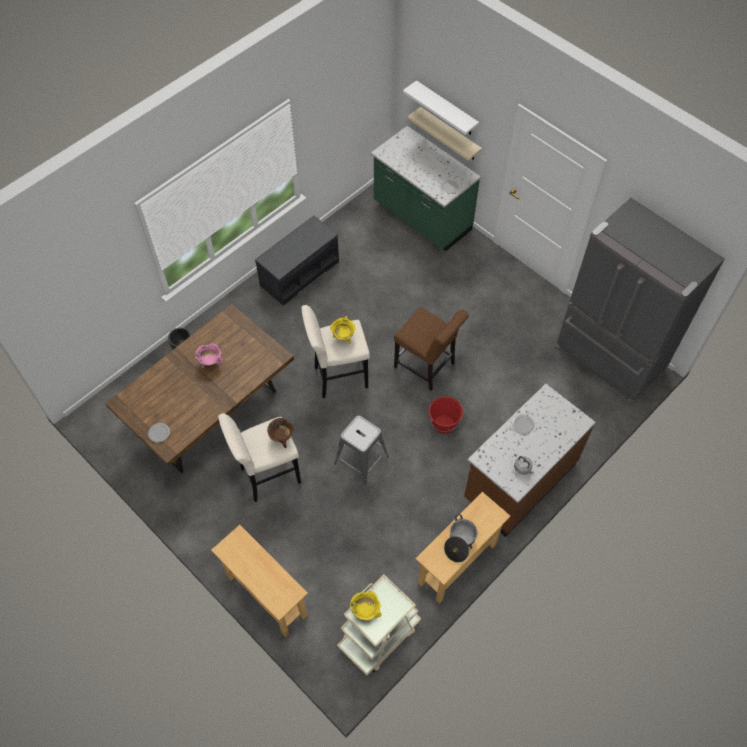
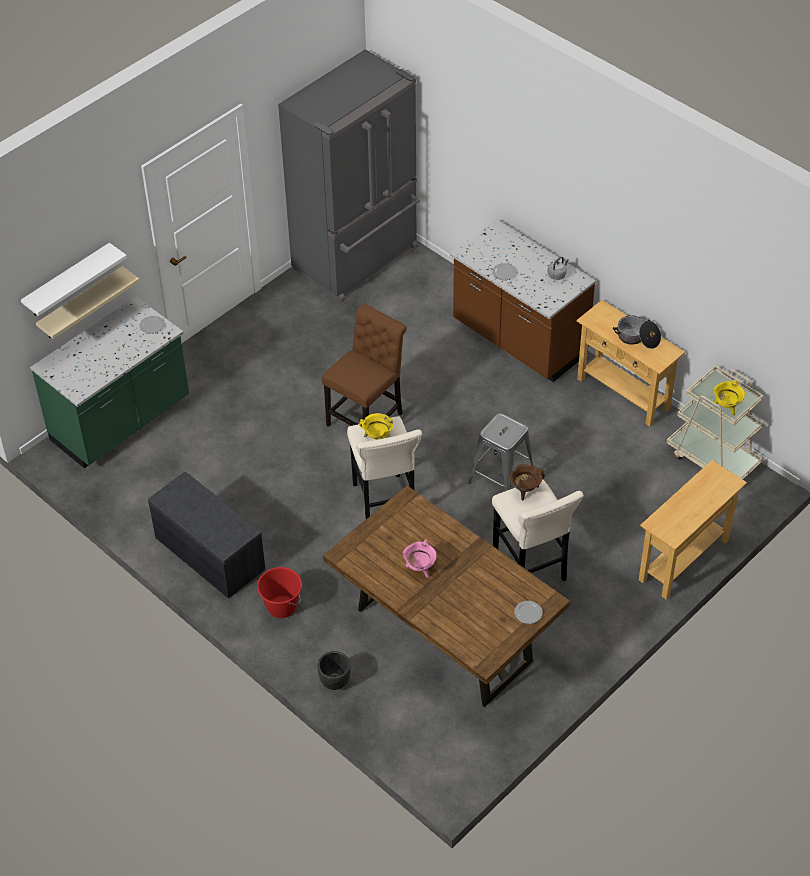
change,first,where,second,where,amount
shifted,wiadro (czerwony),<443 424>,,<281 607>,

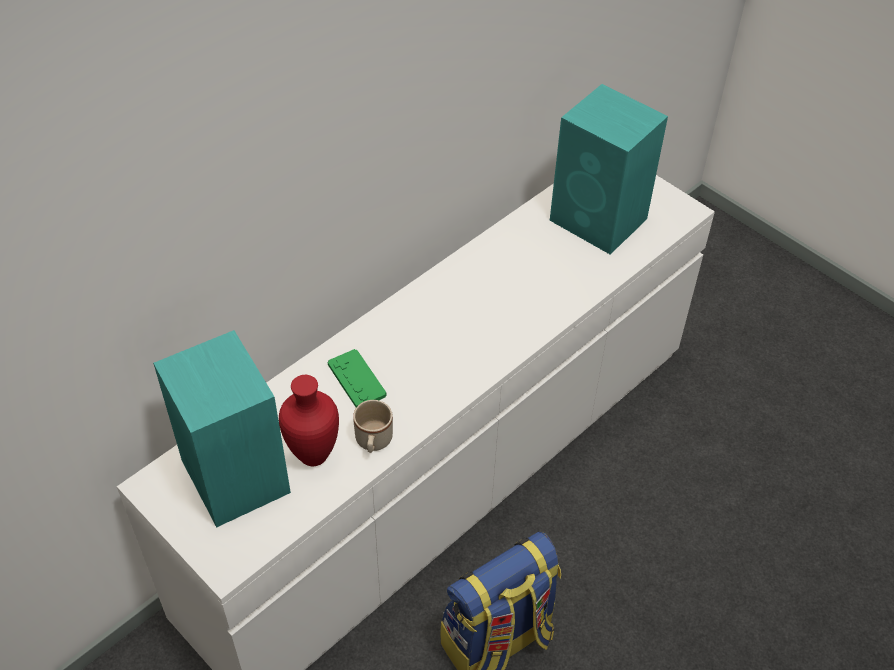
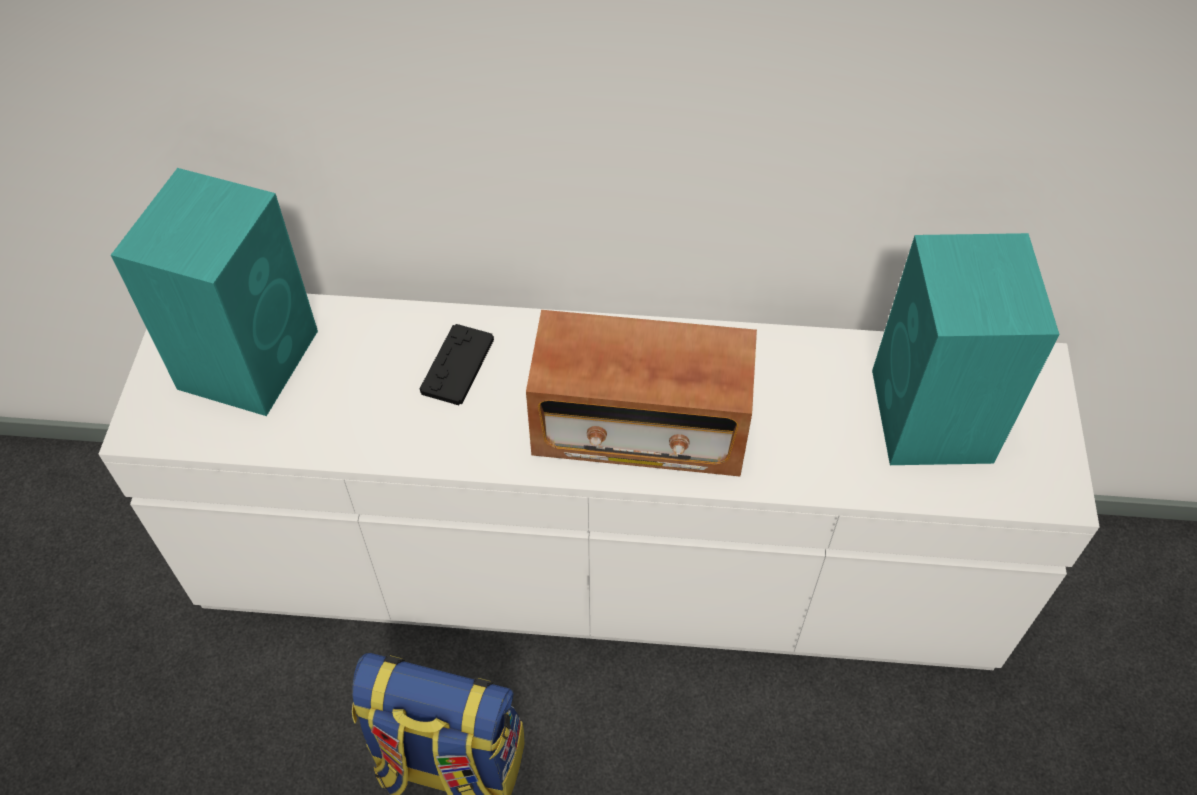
change,first,where,second,where,amount
gone,wazon (czerwony),<312 455>,,,
gone,kubek (beżowy),<373 442>,,,
new,,,radio,<639 429>,
repainted,pad do gier (zielony),<356 380>,pad do gier (czarny),<457 365>,

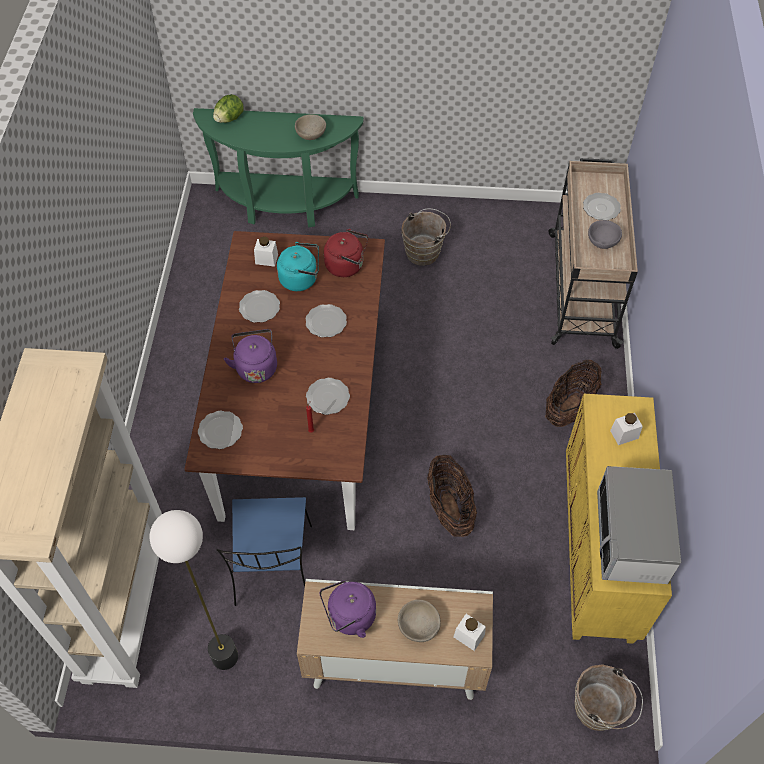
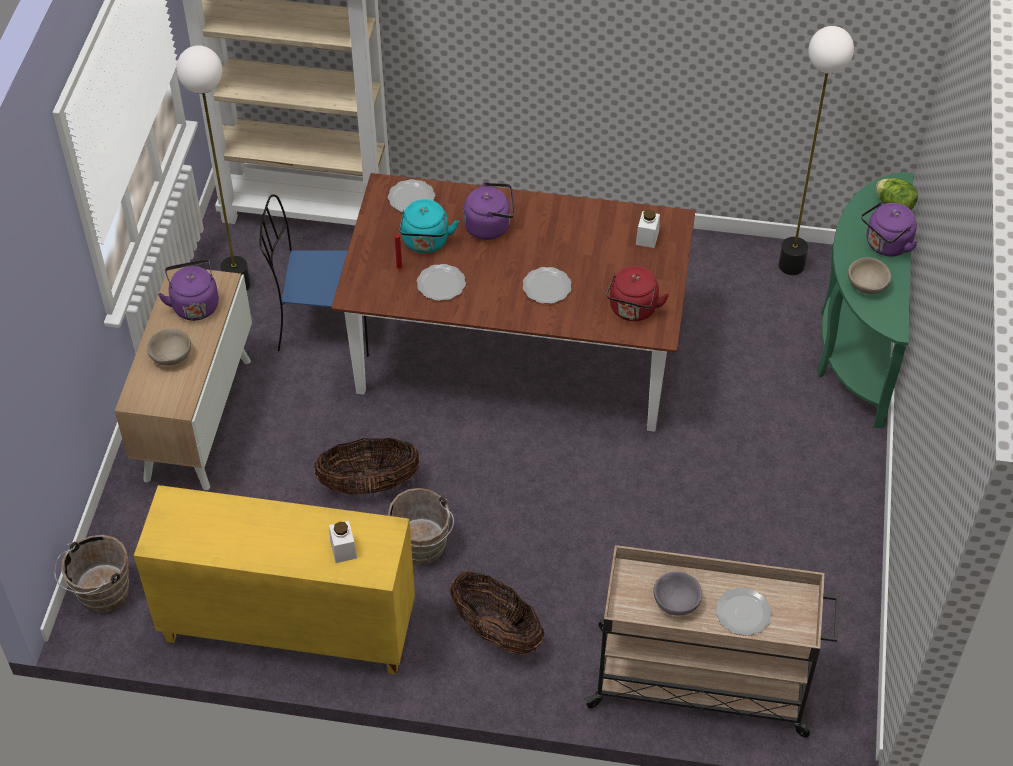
change,first,where,second,where,amount
gone,talerz,<259 307>,,,
gone,słoik (biały),<469 636>,,,
gone,mikrofalówka,<631 538>,,,
new,,,lampa stojąca,<791 265>,
new,,,czajnik (fioletowy),<886 245>,
shifted,czajnik (turkusowy),<301 279>,,<426 243>,
shifted,wiadro (brązowy),<425 251>,,<422 548>,

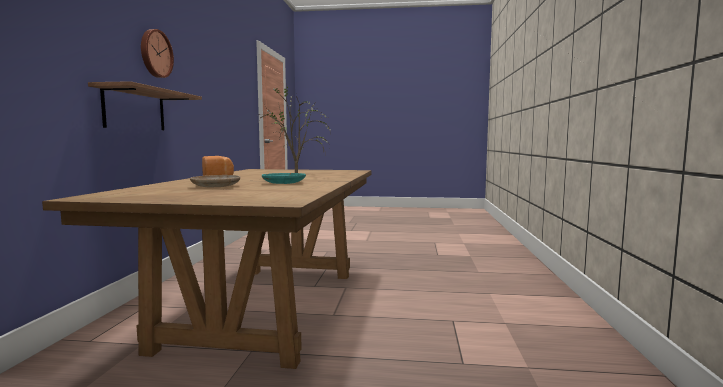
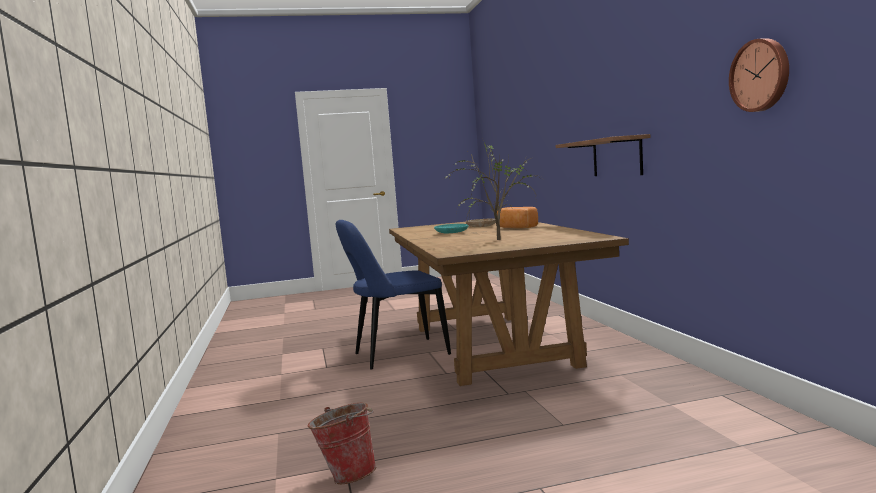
change,first,where,second,where,amount
new,,,wiadro,<347 475>,
new,,,krzesło (niebieski),<396 355>,
shifted,zegar ścienny,<155 53>,,<761 75>,

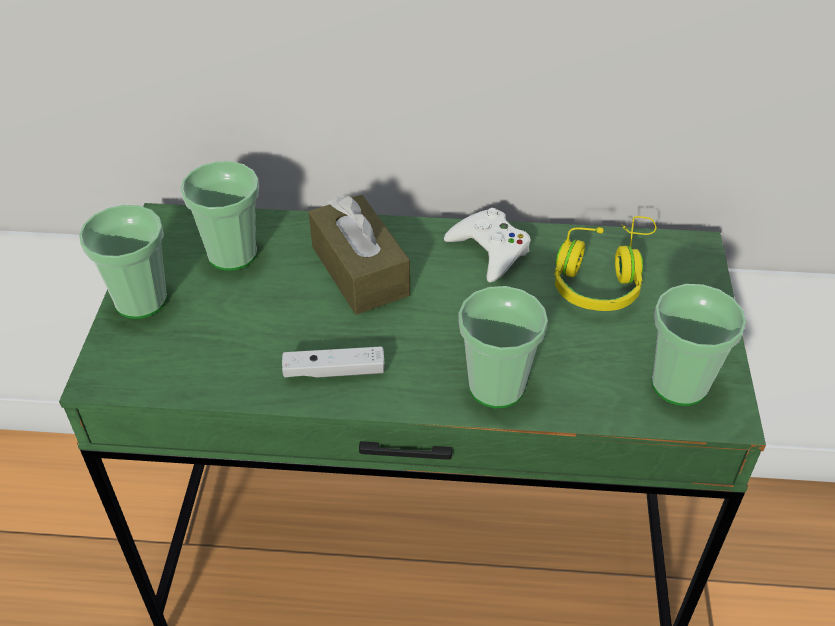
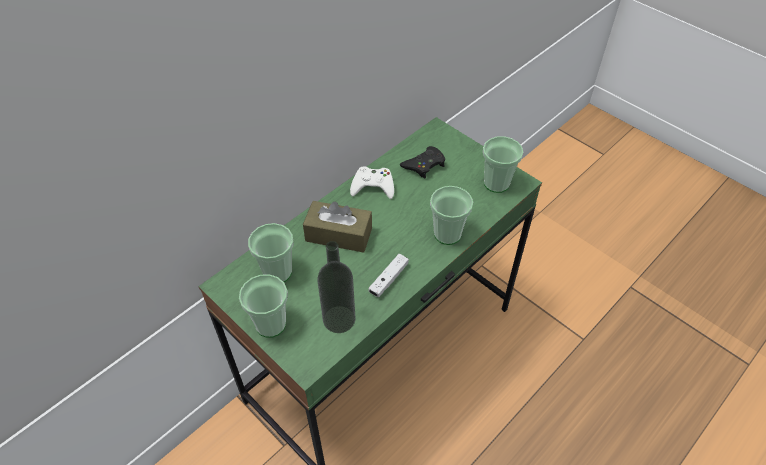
change,first,where,second,where,amount
new,,,butelka,<339 319>,
swapped,słuchawki (żółty),<602 277>,pad do gier (czarny),<424 165>,

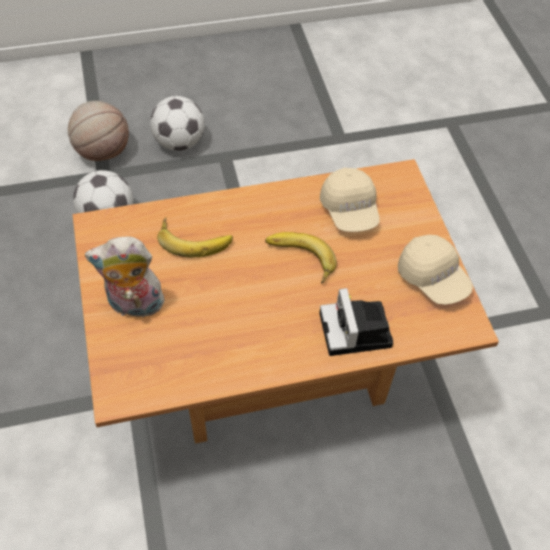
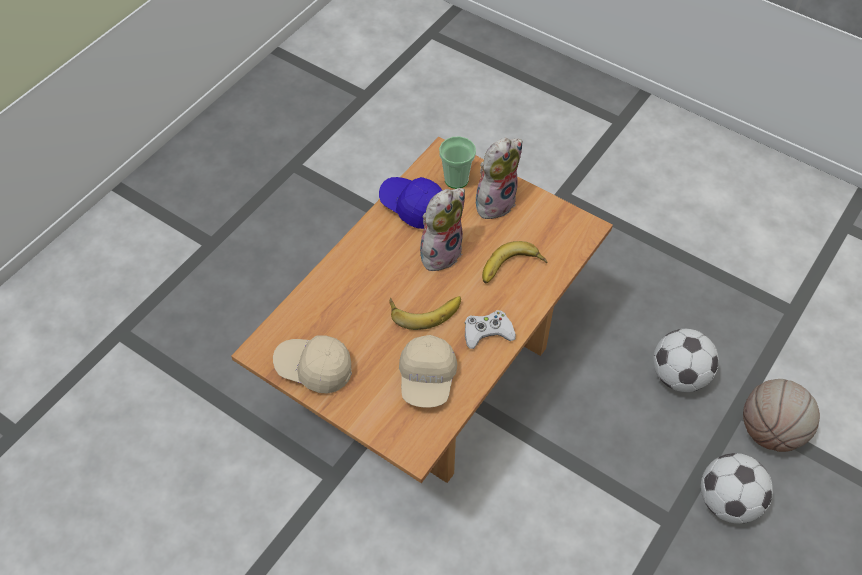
change,first,where,second,where,amount
gone,aparat fotograficzny,<357 332>,,,
new,,,czapka z daszkiem (niebieski),<413 207>,
new,,,pluszak,<440 252>,
new,,,filiżanka,<456 179>,
new,,,pad do gier (biały),<487 332>,
rotated,czapka z daszkiem (beżowy),<350 210>,,<427 379>,120 degrees counterclockwise

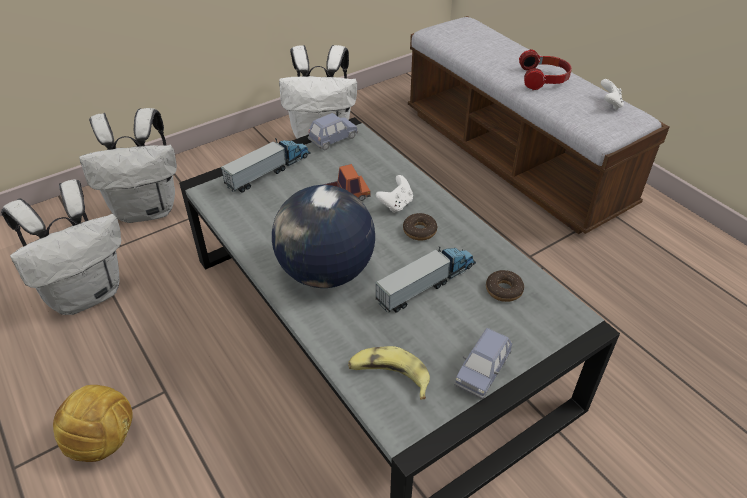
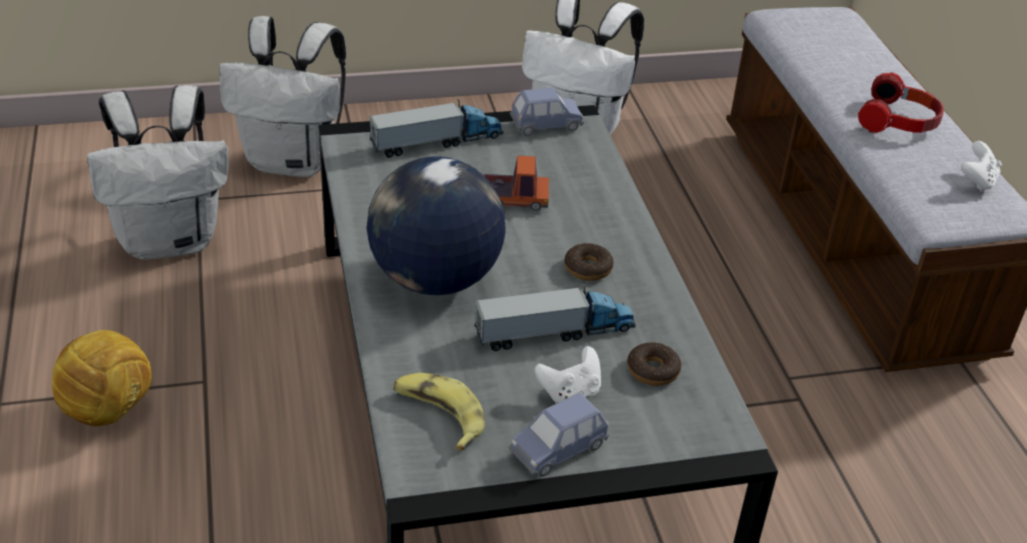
change,first,where,second,where,amount
shifted,pad do gier (biały),<396 204>,,<570 393>,

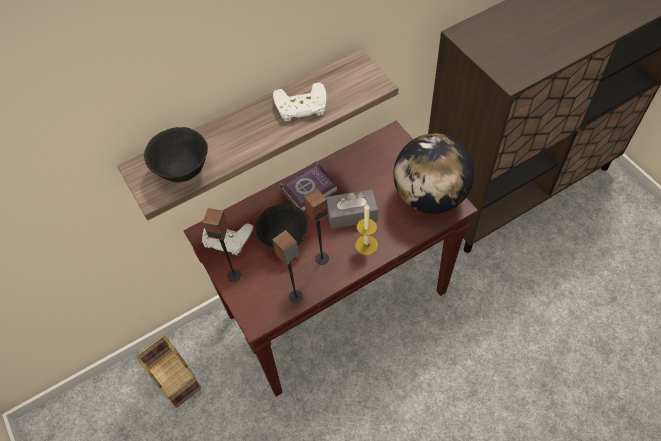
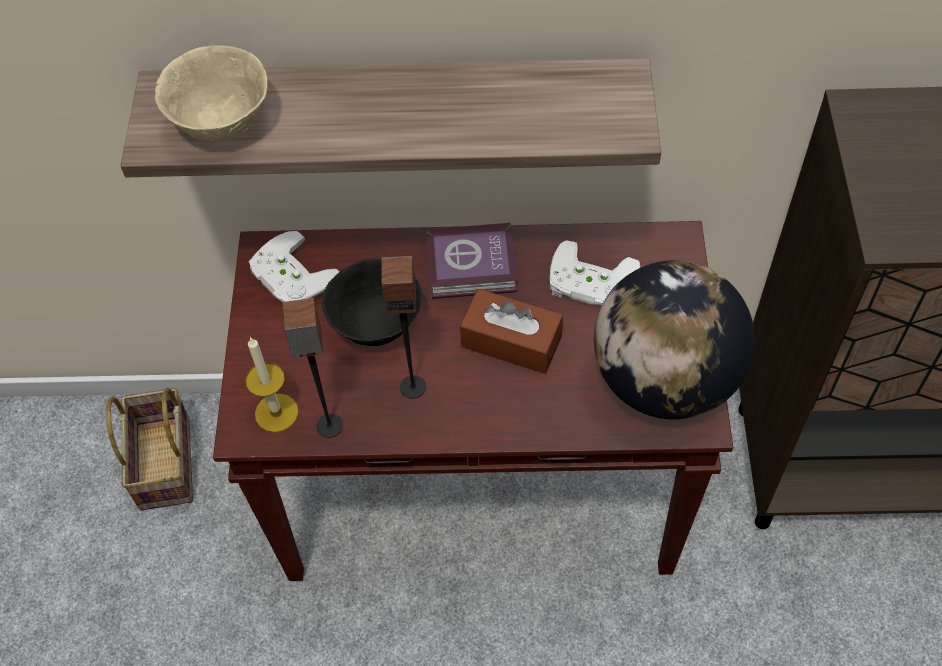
change,first,where,second,where,amount
gone,głośnik,<234 275>,,,
shifted,pad do gier (biały),<301 107>,,<589 285>,
shifted,świeca,<366 245>,,<276 413>,
repainted,miska (czarny),<183 170>,miska (beżowy),<223 124>,
repainted,pudełko chusteczek (szary),<352 214>,pudełko chusteczek (brązowy),<511 341>,

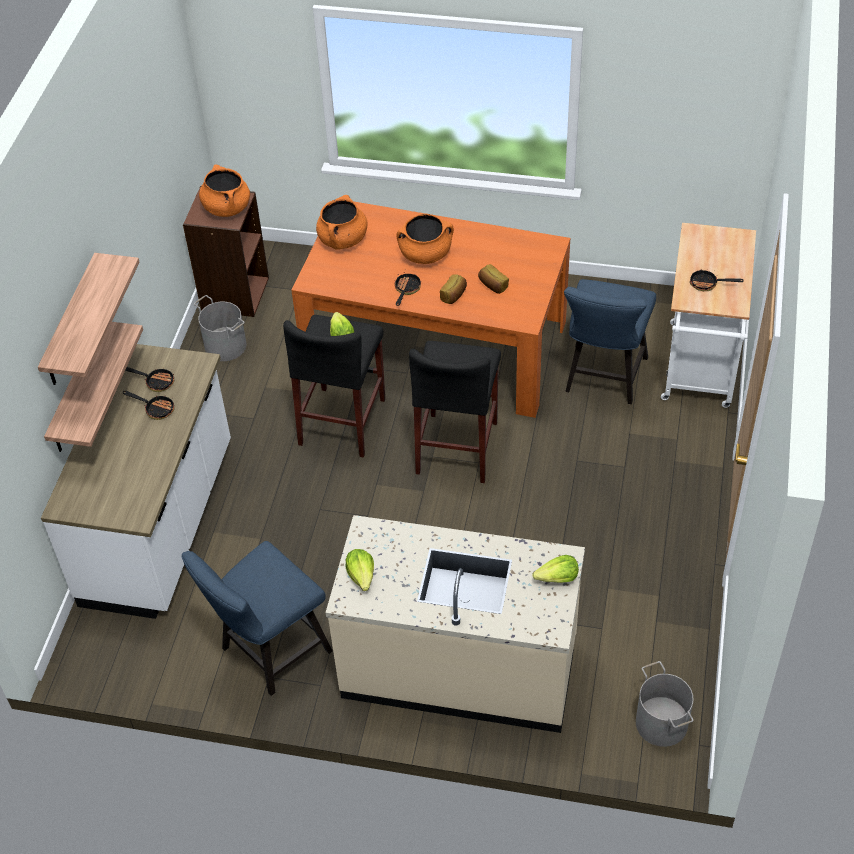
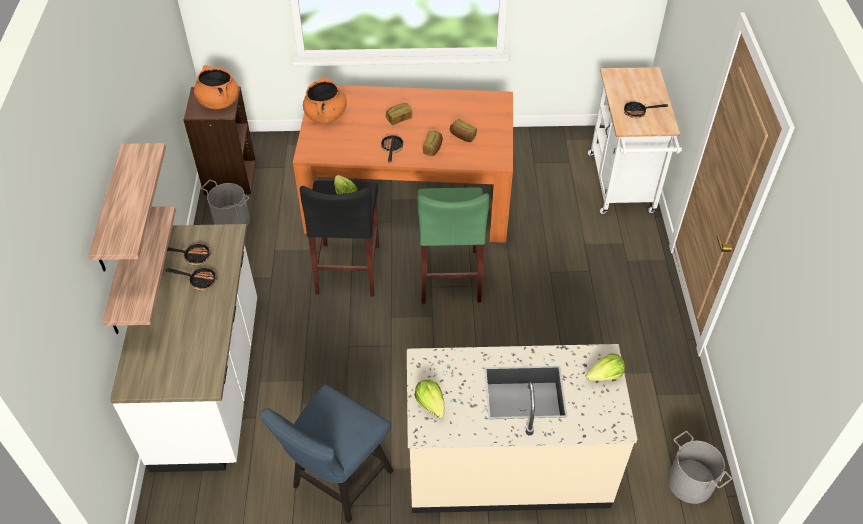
change,first,where,second,where,amount
gone,krzesło (niebieski),<603 379>,,,
swapped,garnek (pomarańczowy),<425 254>,chleb,<399 118>,
repainted,stołek (czarny),<457 447>,stołek (zielony),<450 276>,

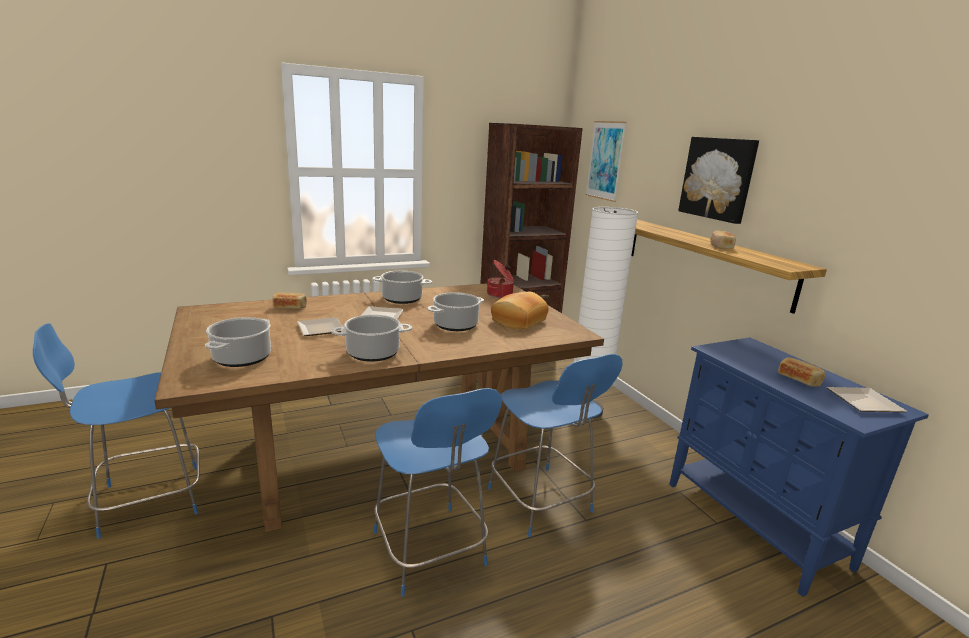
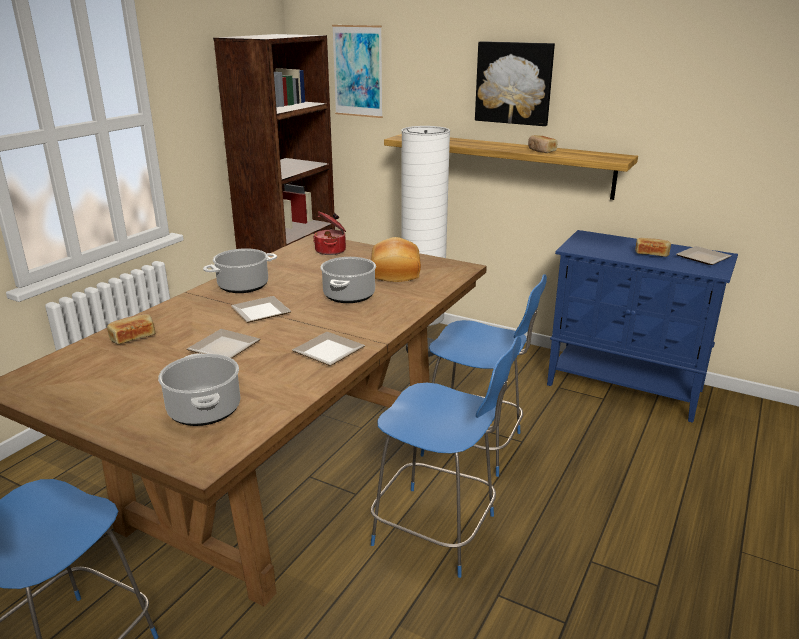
change,first,where,second,where,amount
swapped,garnek,<373 353>,talerz,<328 350>,

